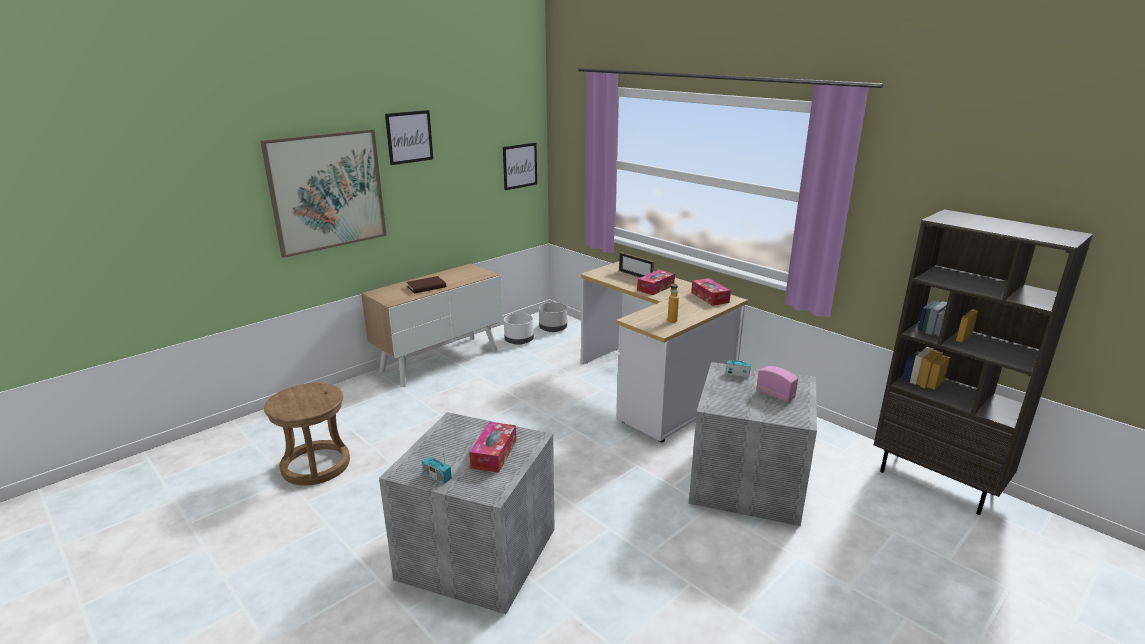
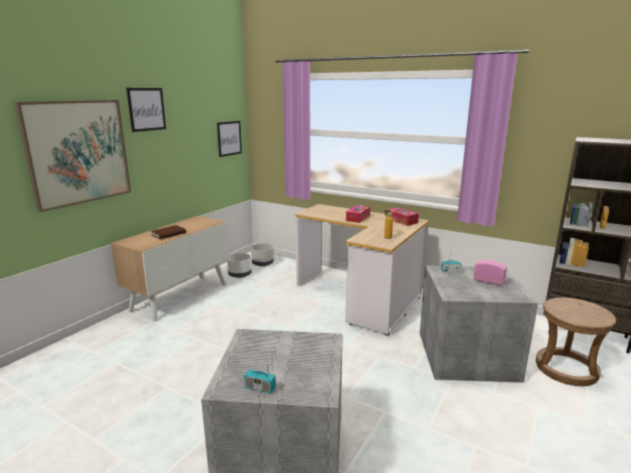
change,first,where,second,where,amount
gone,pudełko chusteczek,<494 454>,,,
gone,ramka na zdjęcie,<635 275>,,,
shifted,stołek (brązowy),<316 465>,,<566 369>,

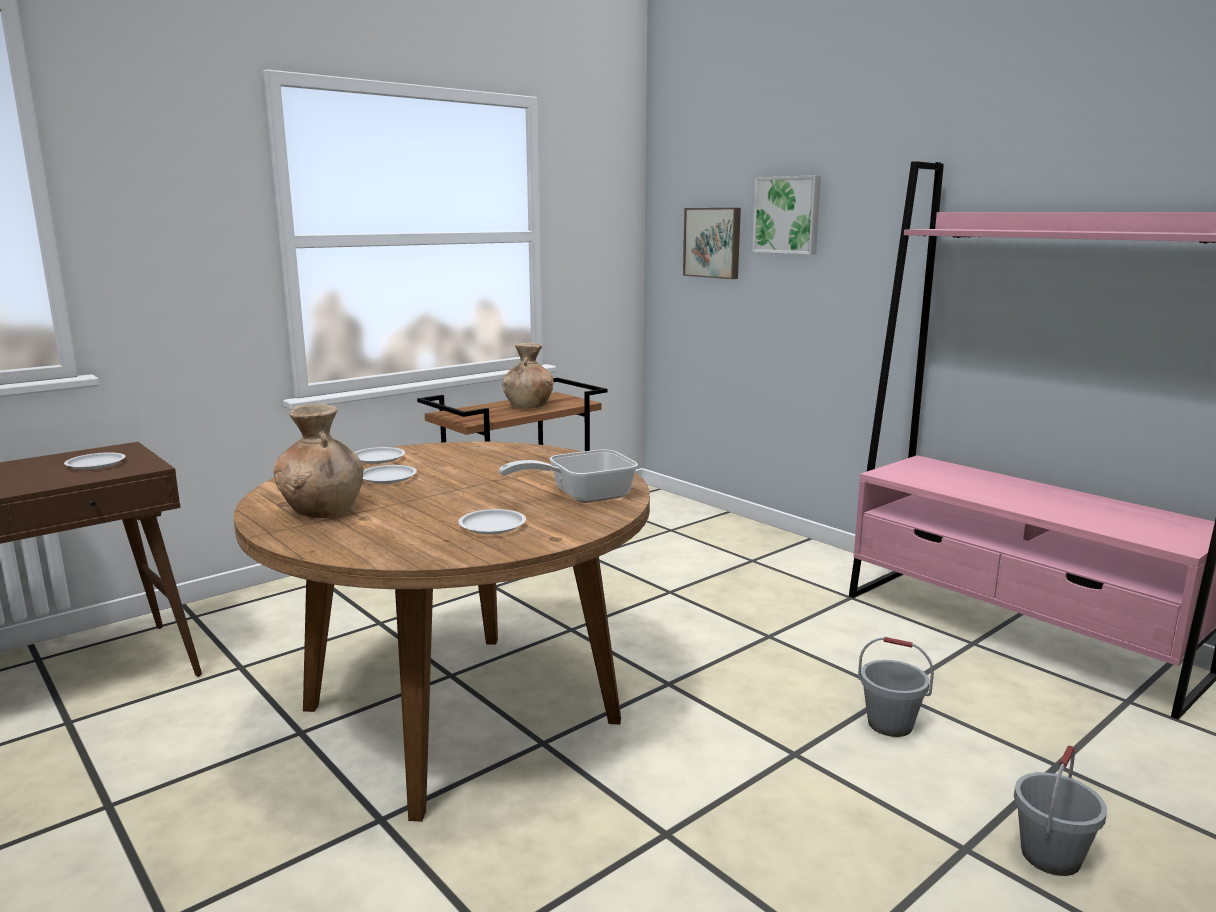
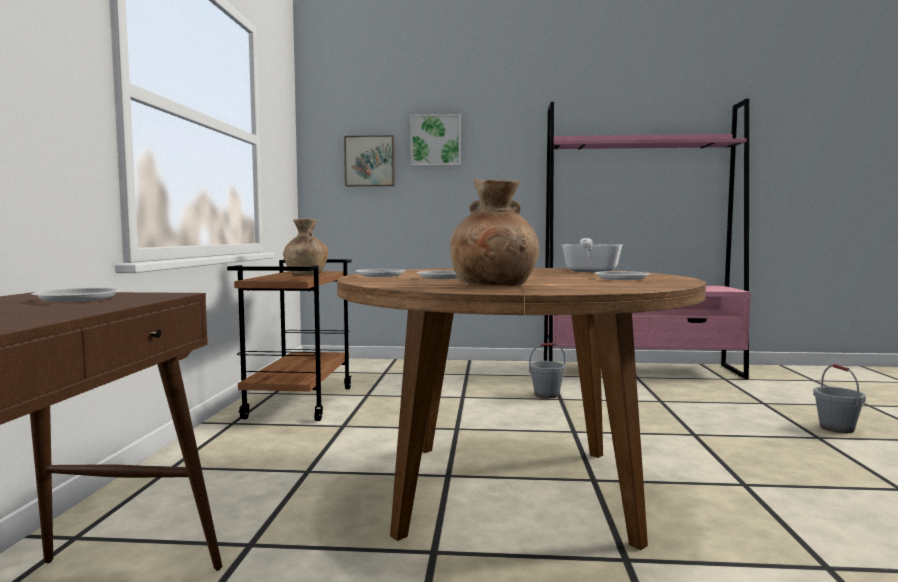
change,first,where,second,where,amount
shifted,wiadro (szary),<890 724>,,<546 395>,

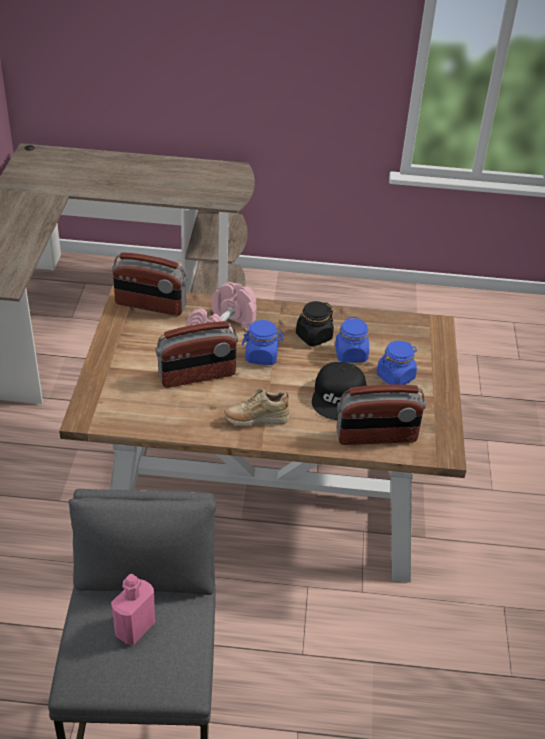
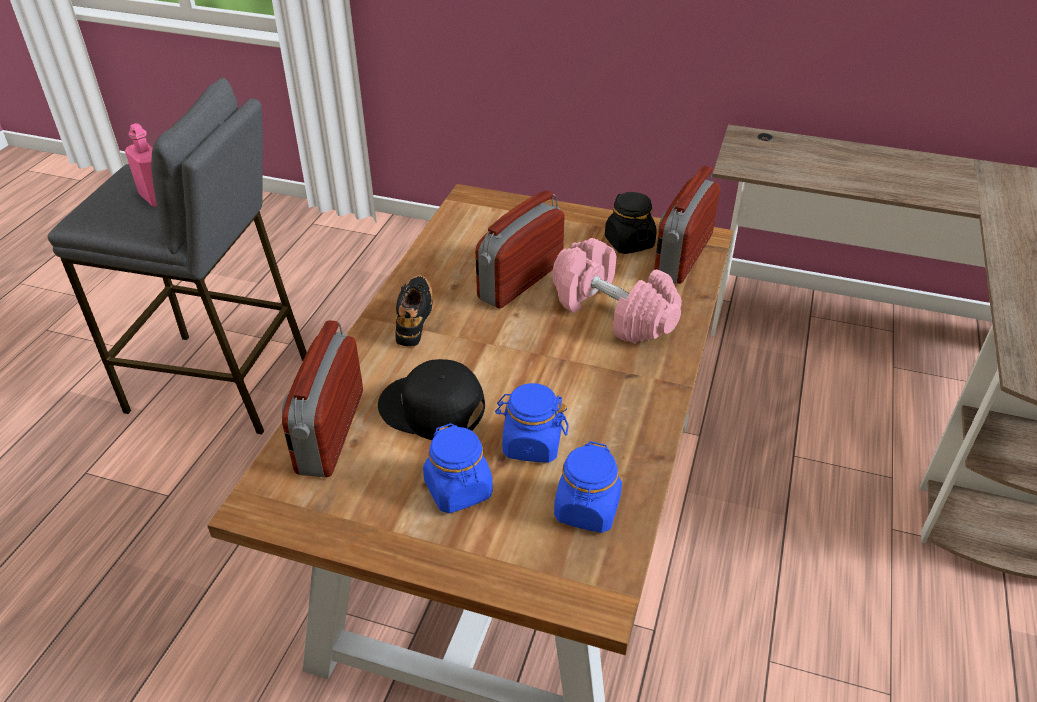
change,first,where,second,where,amount
shifted,słoik (niebieski),<261 356>,,<587 509>,
shifted,słoik (czarny),<313 337>,,<629 243>,
repainted,but (beżowy),<256 420>,but (czarny),<415 319>,
rotated,radio,<197 376>,,<520 280>,45 degrees clockwise

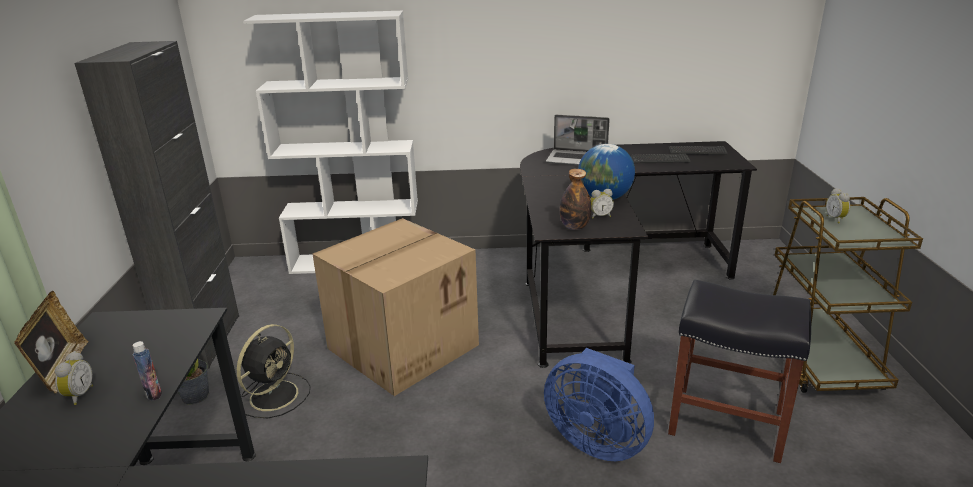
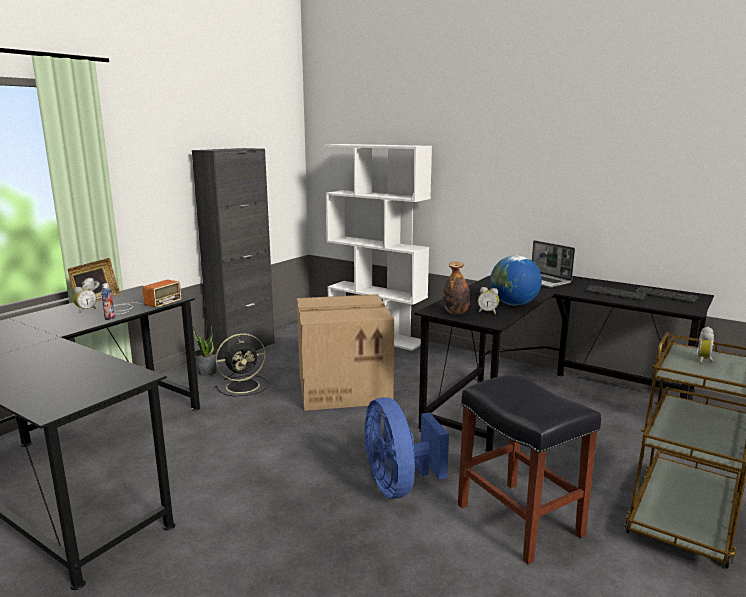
change,first,where,second,where,amount
new,,,radio,<140 306>,

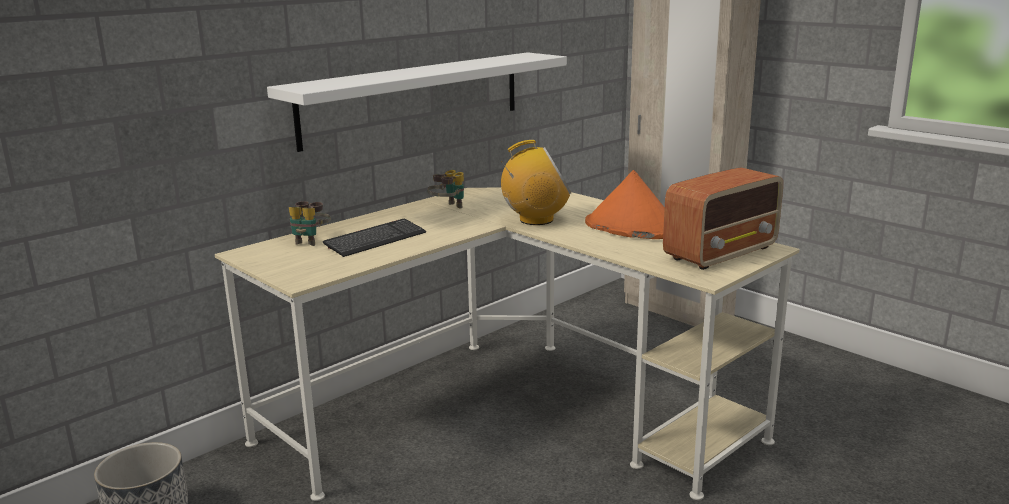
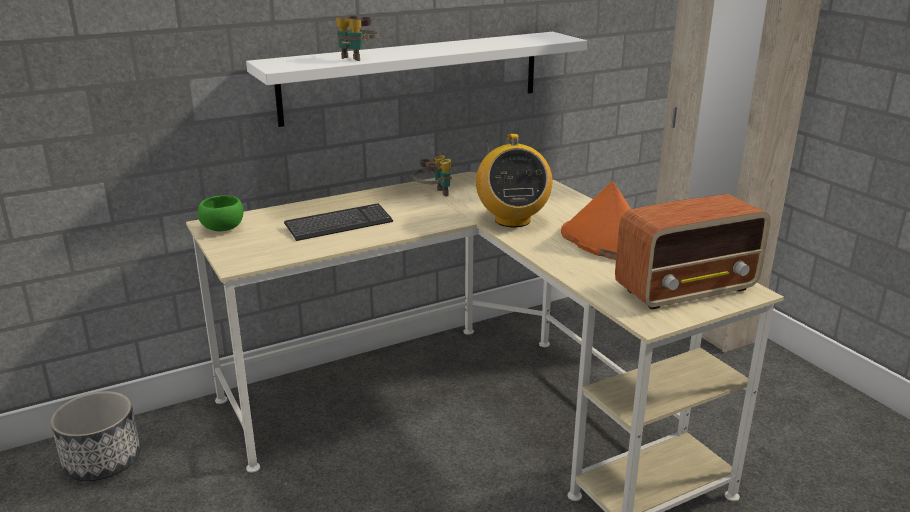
change,first,where,second,where,amount
new,,,miska (zielony),<224 229>,
shifted,lornetka,<310 241>,,<357 58>,
rotated,radio,<536 220>,,<512 220>,75 degrees clockwise

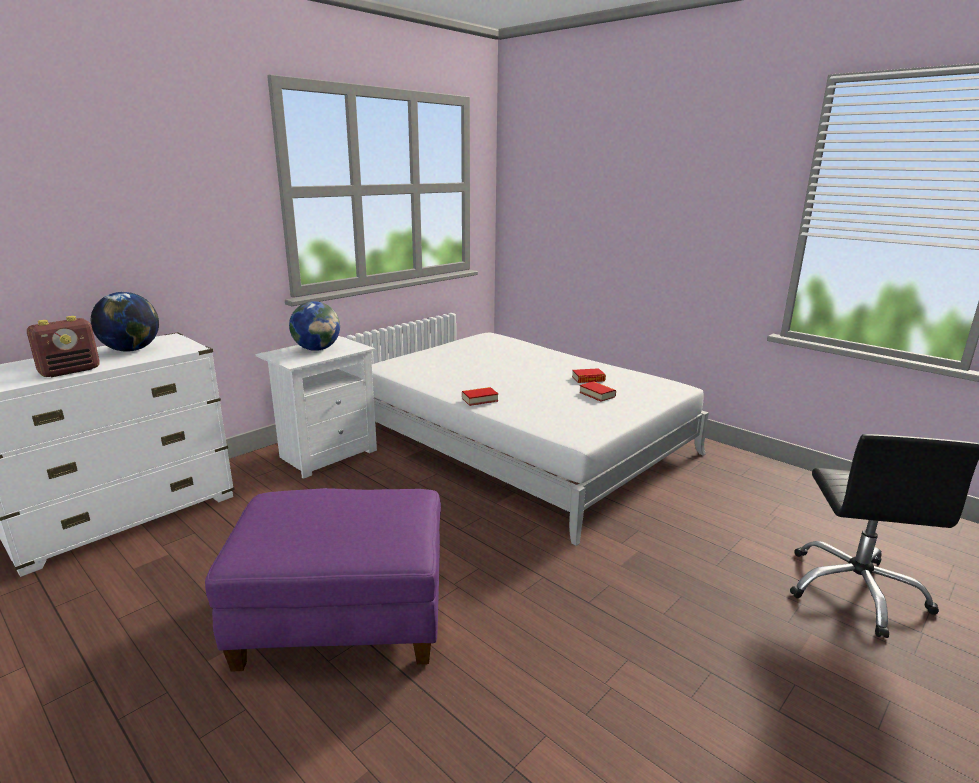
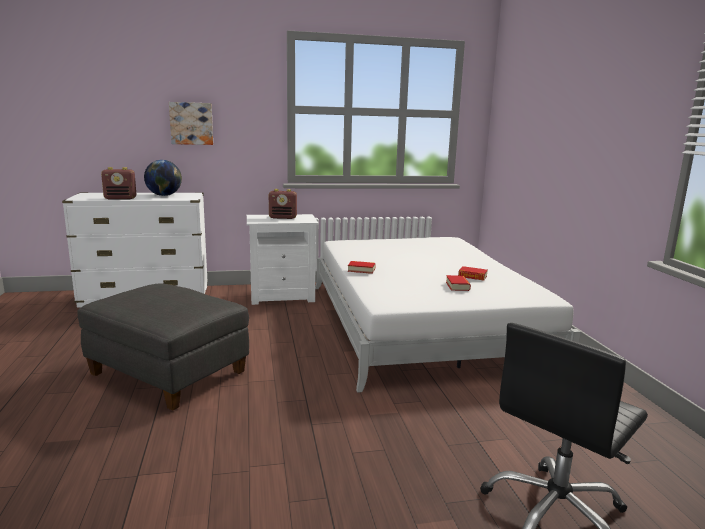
change,first,where,second,where,amount
new,,,obraz,<191 123>,
swapped,globus,<317 349>,radio,<283 218>,
repainted,pufa (fioletowy),<345 618>,pufa (szary),<169 374>,

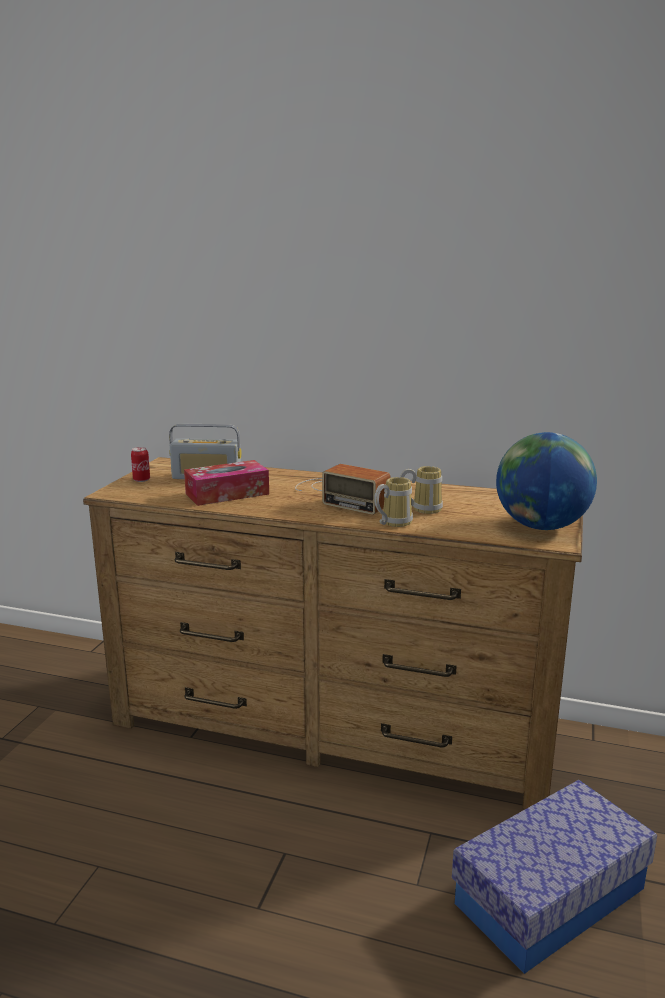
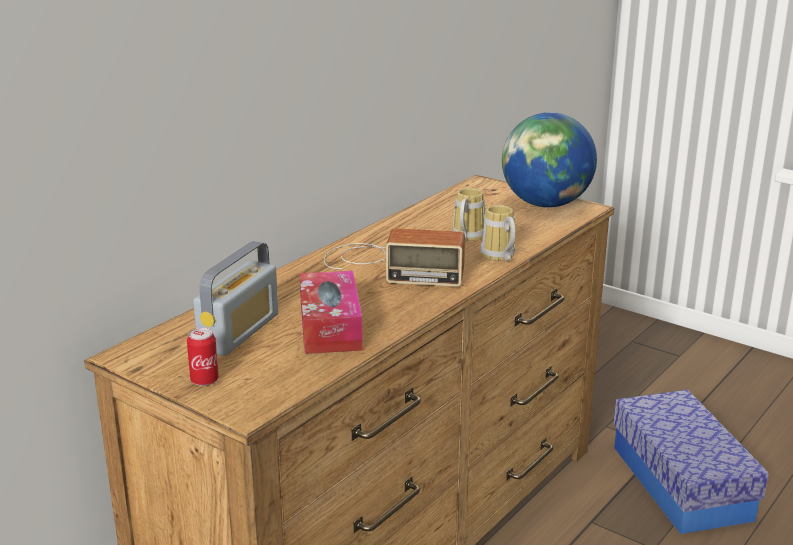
change,first,where,second,where,amount
rotated,radio,<340 495>,,<389 265>,45 degrees clockwise

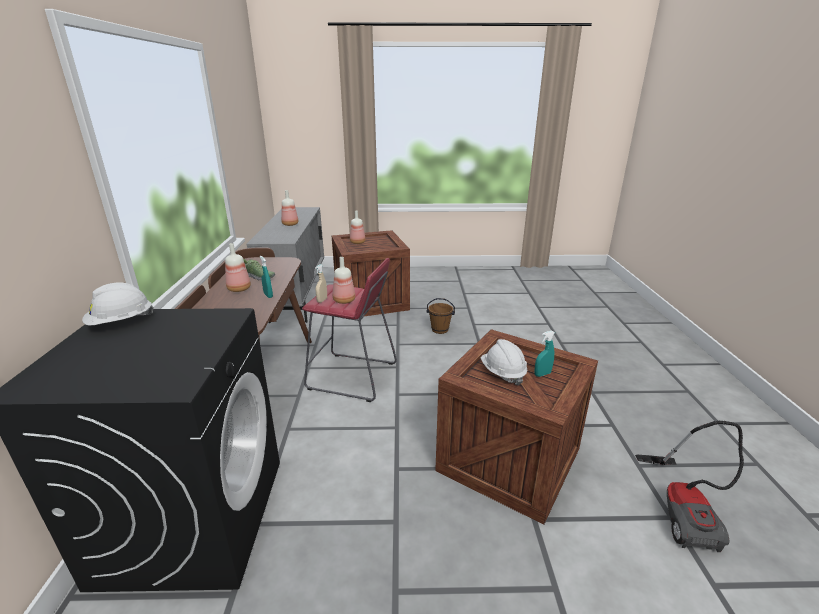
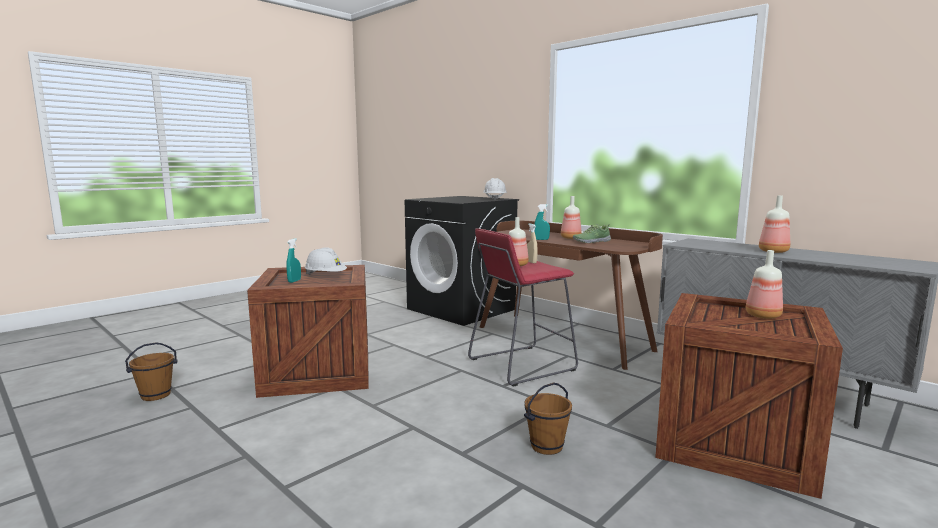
change,first,where,second,where,amount
swapped,odkurzacz,<684 510>,wiadro (brązowy),<156 395>,

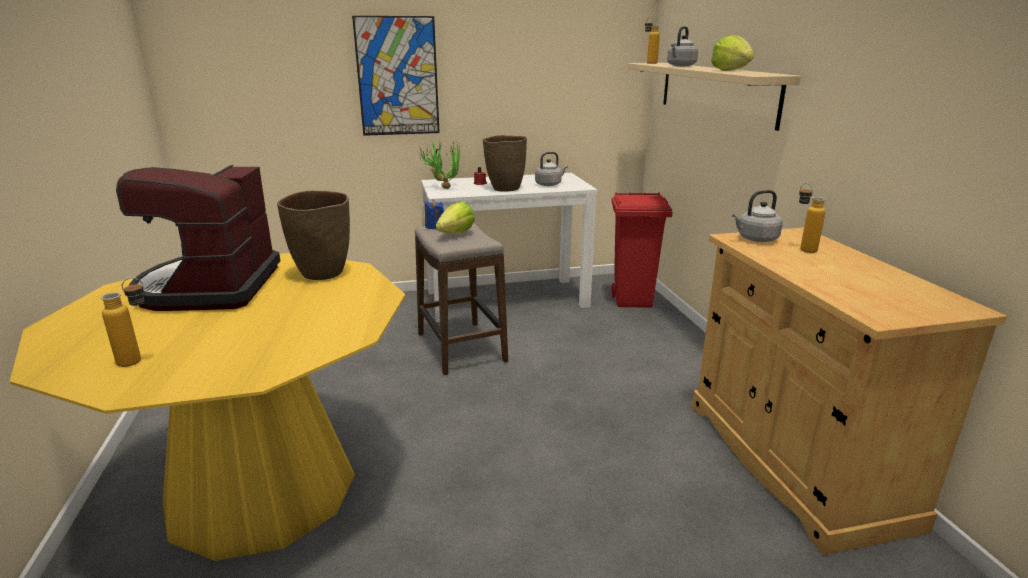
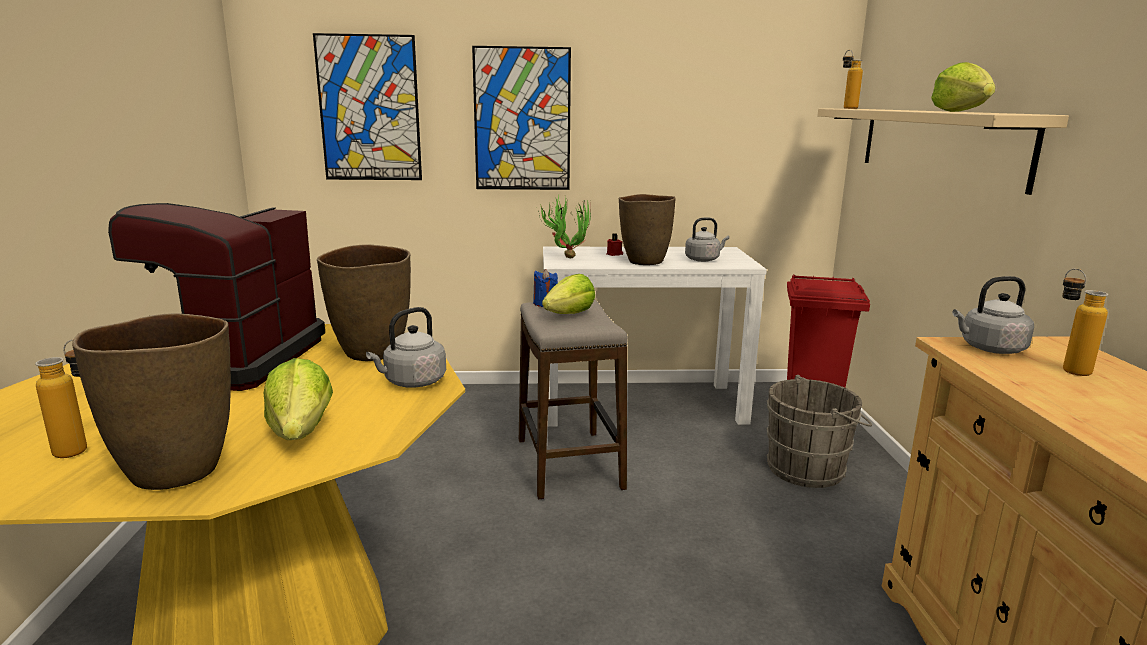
change,first,where,second,where,amount
new,,,wazon (brązowy),<176 470>,
new,,,sałata,<300 432>,
new,,,obraz,<369 109>,
new,,,wiadro (szary),<810 469>,
shifted,czajnik (szary),<680 66>,,<412 382>,

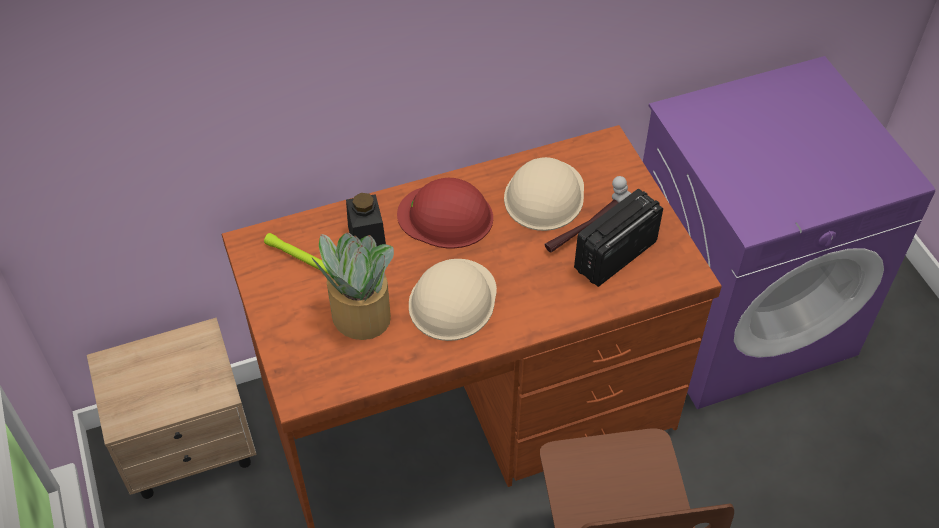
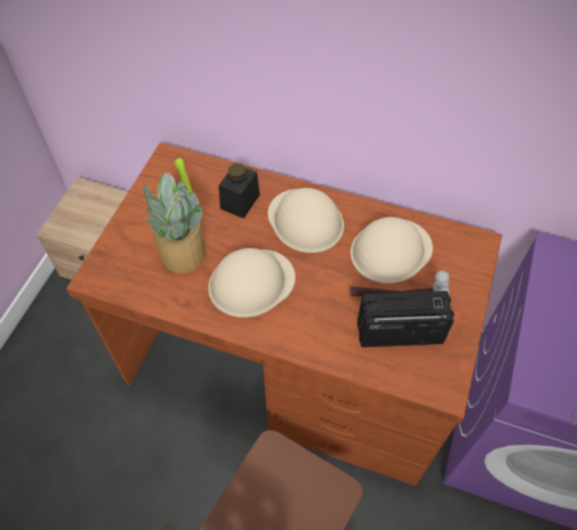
change,first,where,second,where,amount
repainted,kask (czerwony),<446 216>,kask (beżowy),<305 220>,

